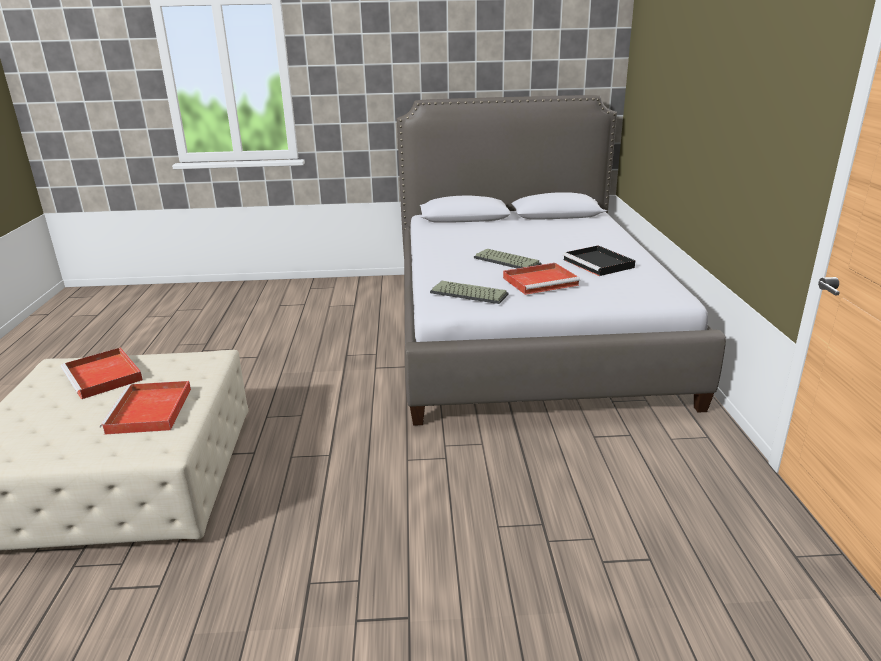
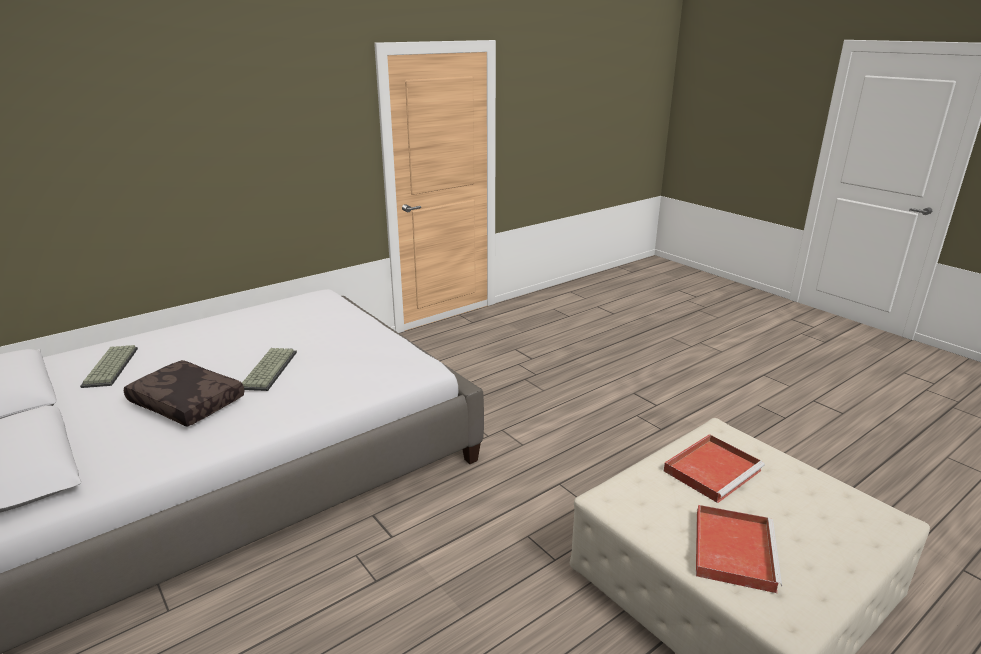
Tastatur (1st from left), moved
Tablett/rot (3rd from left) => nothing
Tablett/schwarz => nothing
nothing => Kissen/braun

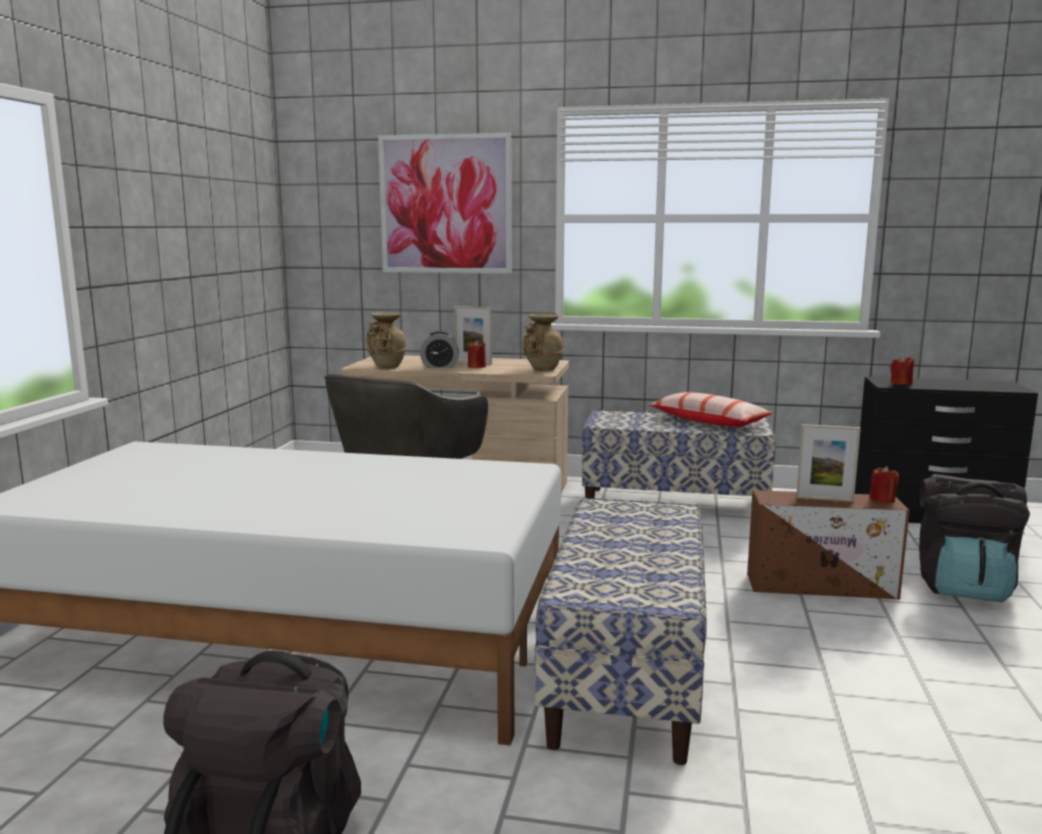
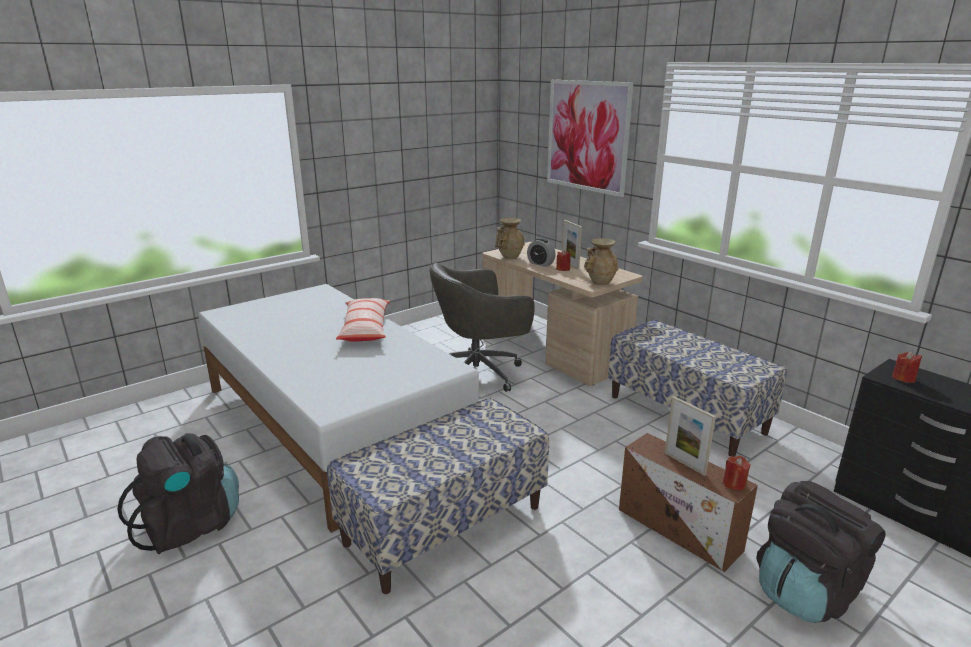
Kissen, moved

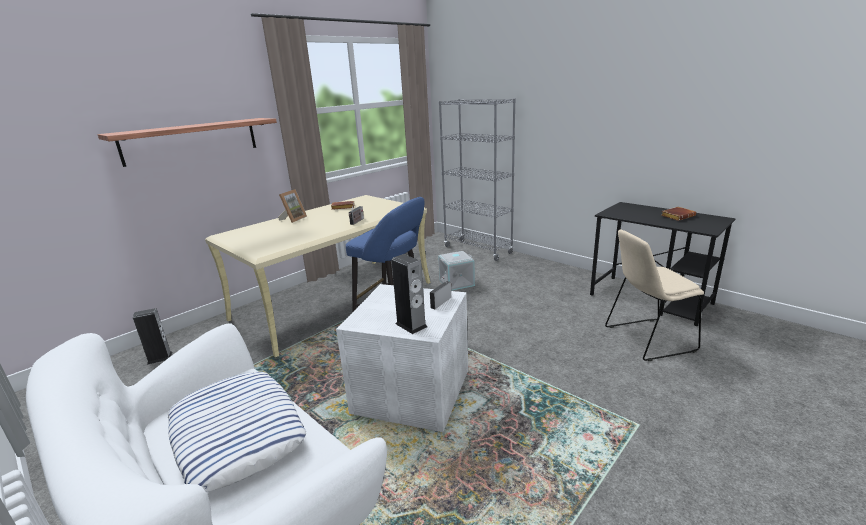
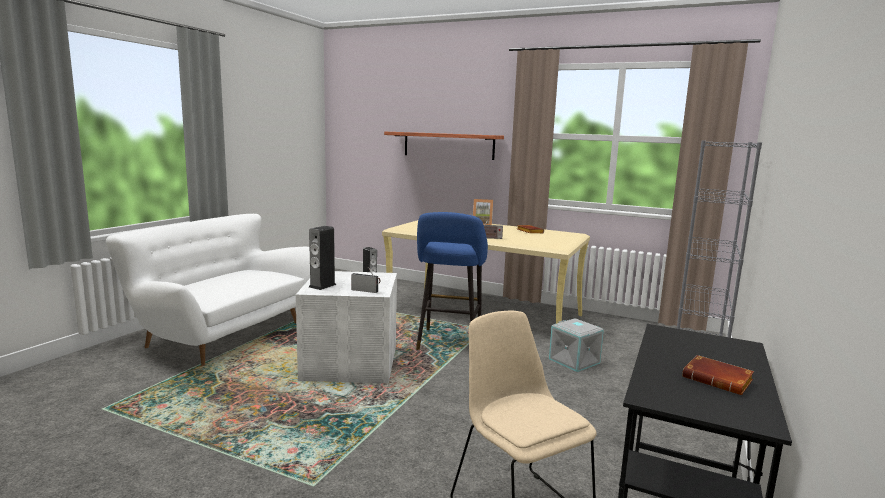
Kissen => nothing

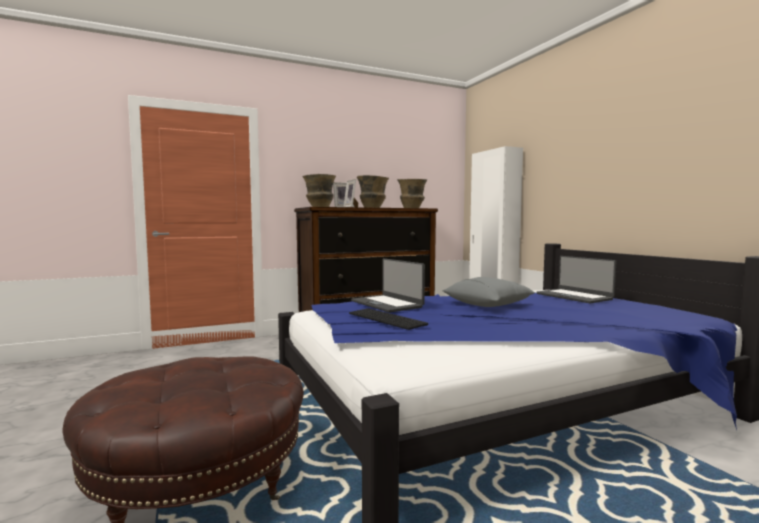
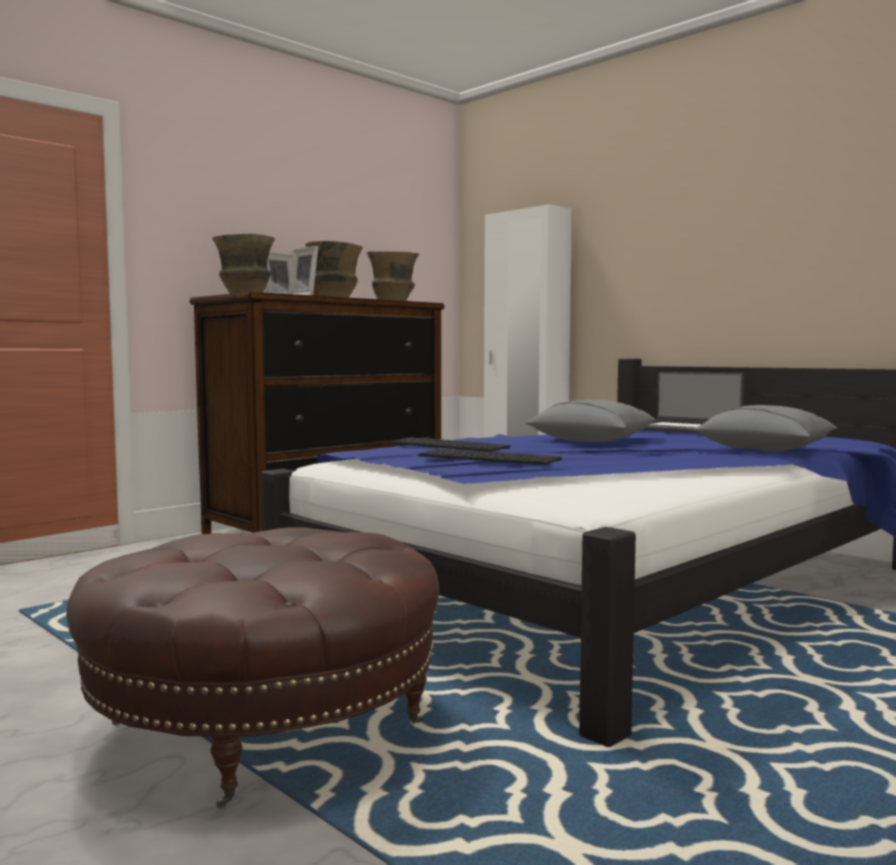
Laptop (1st from left) => Tastatur (1st from left)
nothing => Kissen/grau (2nd from left)

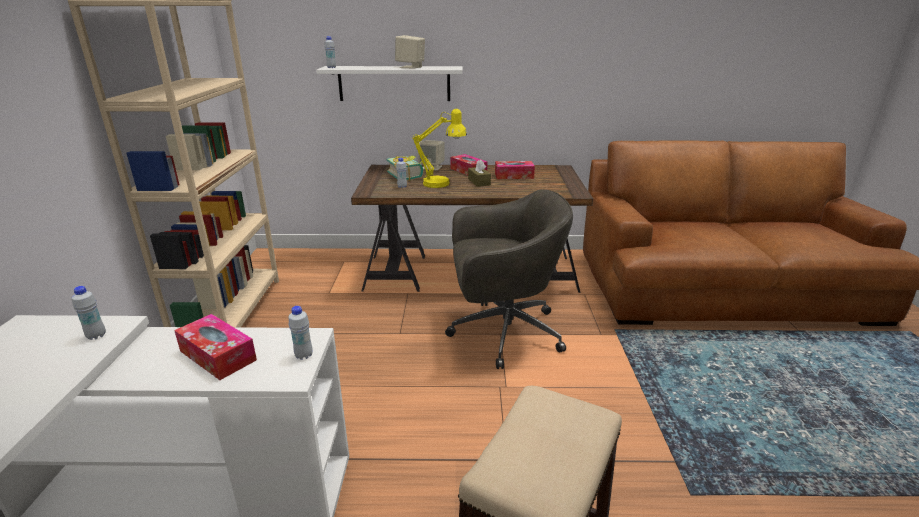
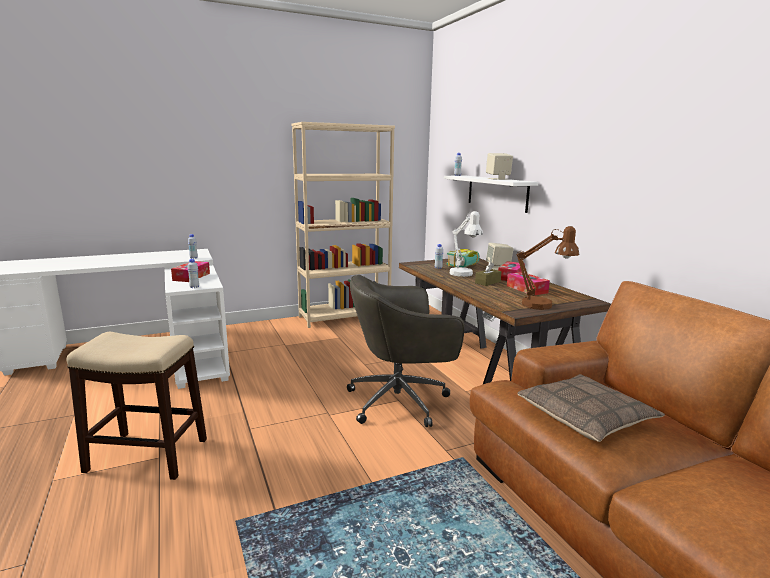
Tischlampe/gelb => Tischlampe/weiß
Bürostuhl/grau, 105 degrees clockwise
nothing => Tischlampe/braun
nothing => Kissen

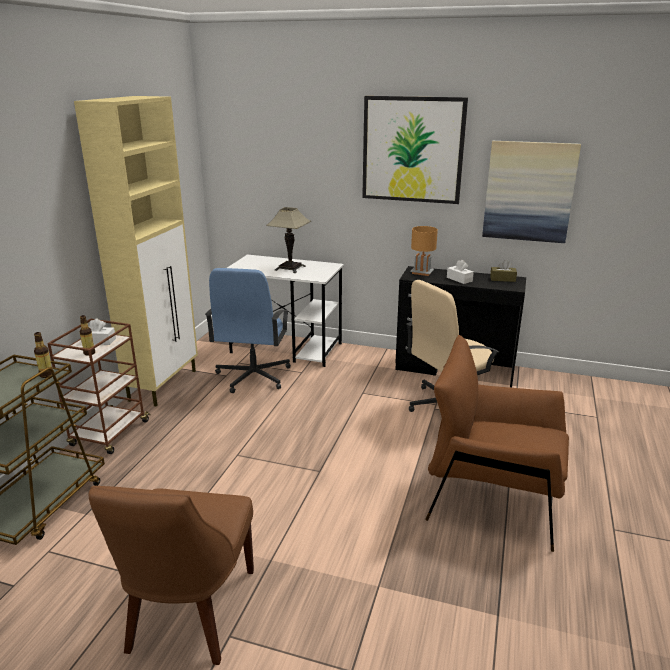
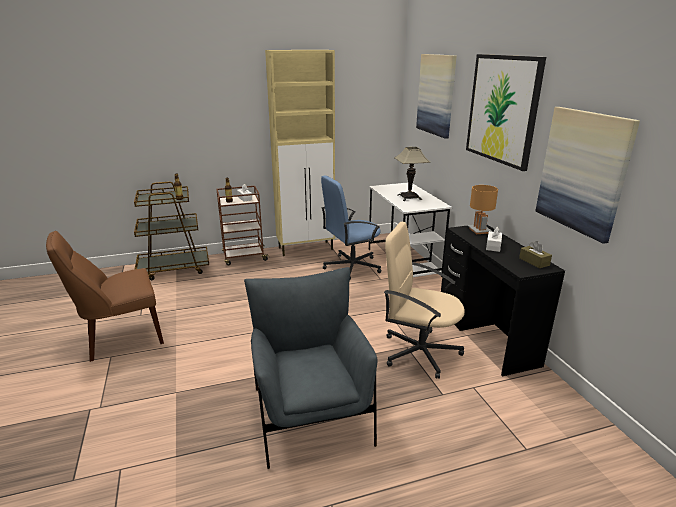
Sessel/braun => Sessel/grau
nothing => Bild (1st from left)

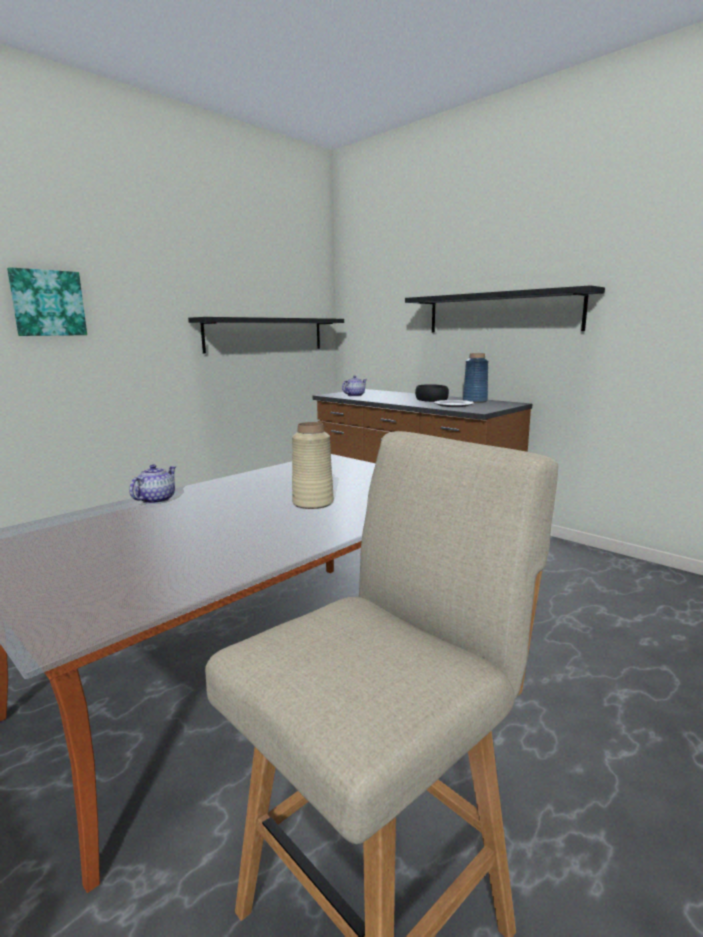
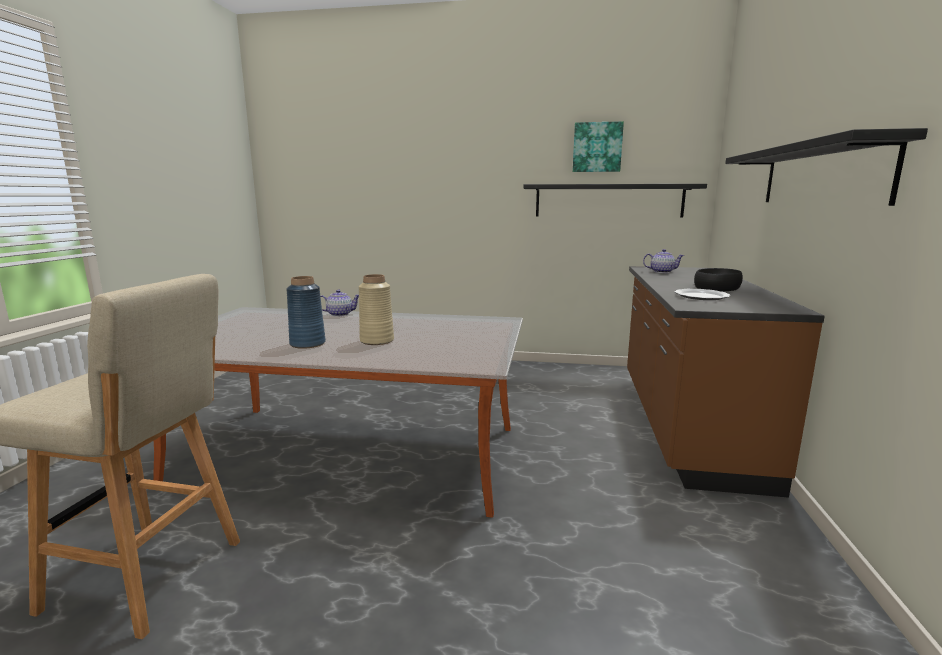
Bild, moved
Vase/blau, moved

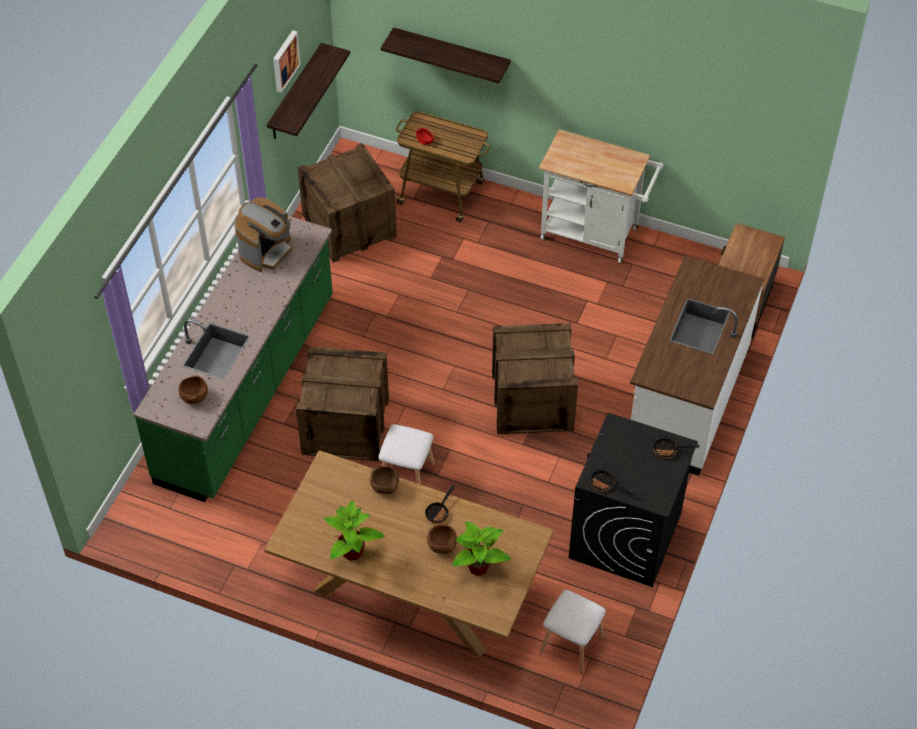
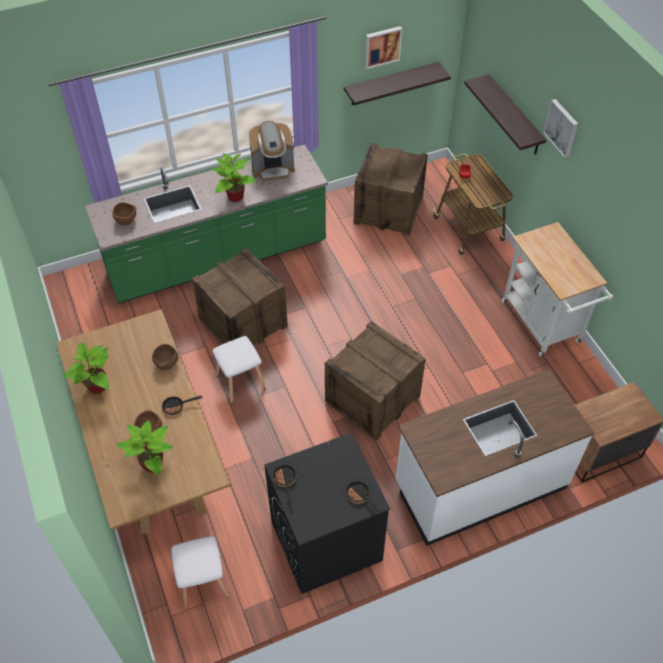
nothing => Topfpflanze (3rd from left)
nothing => Bild (2nd from left)

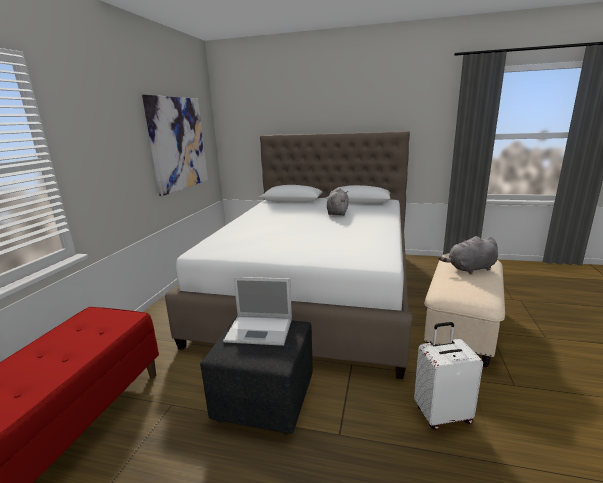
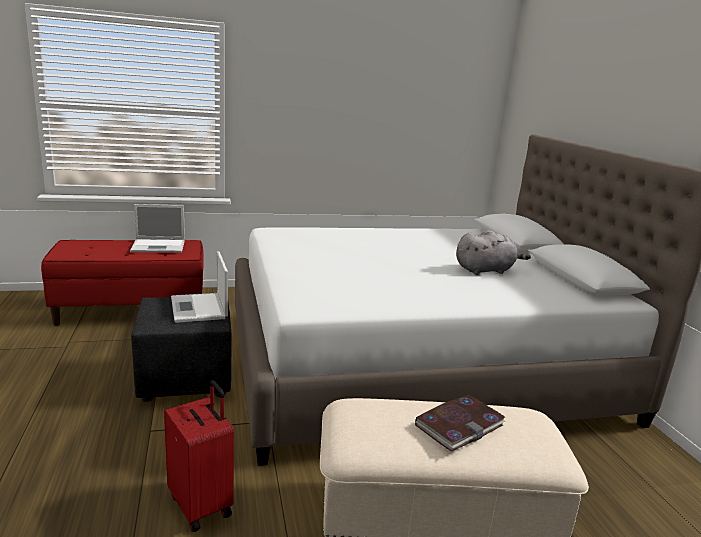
Bild => nothing
Koffer/weiß => Koffer/rot
Plüschtier/grau (2nd from left) => Buch
nothing => Laptop (1st from left)

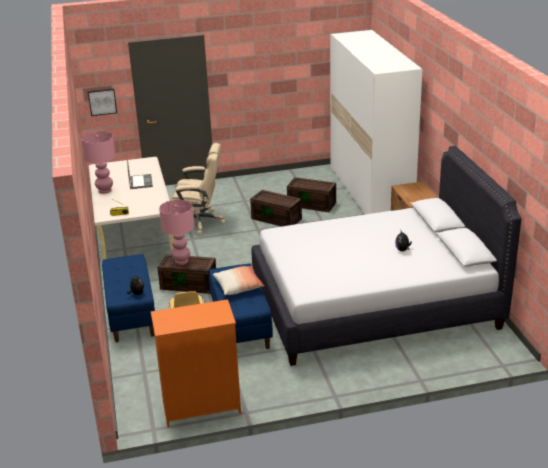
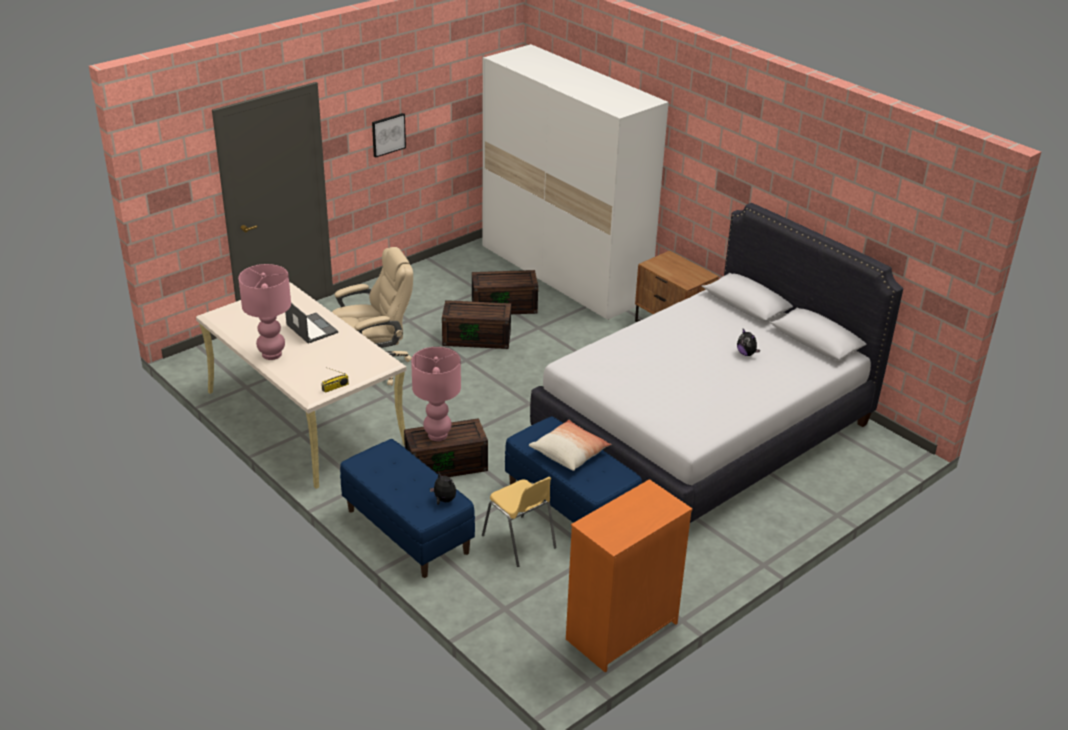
Bild, moved

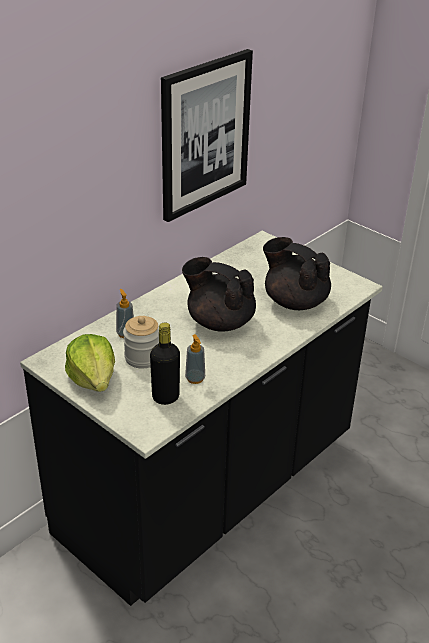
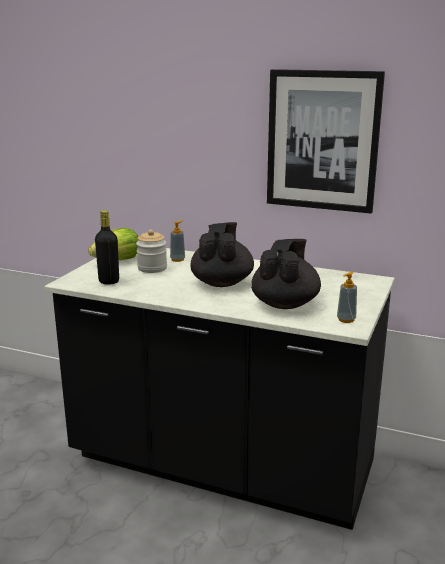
Seifenspender (2nd from left), moved

